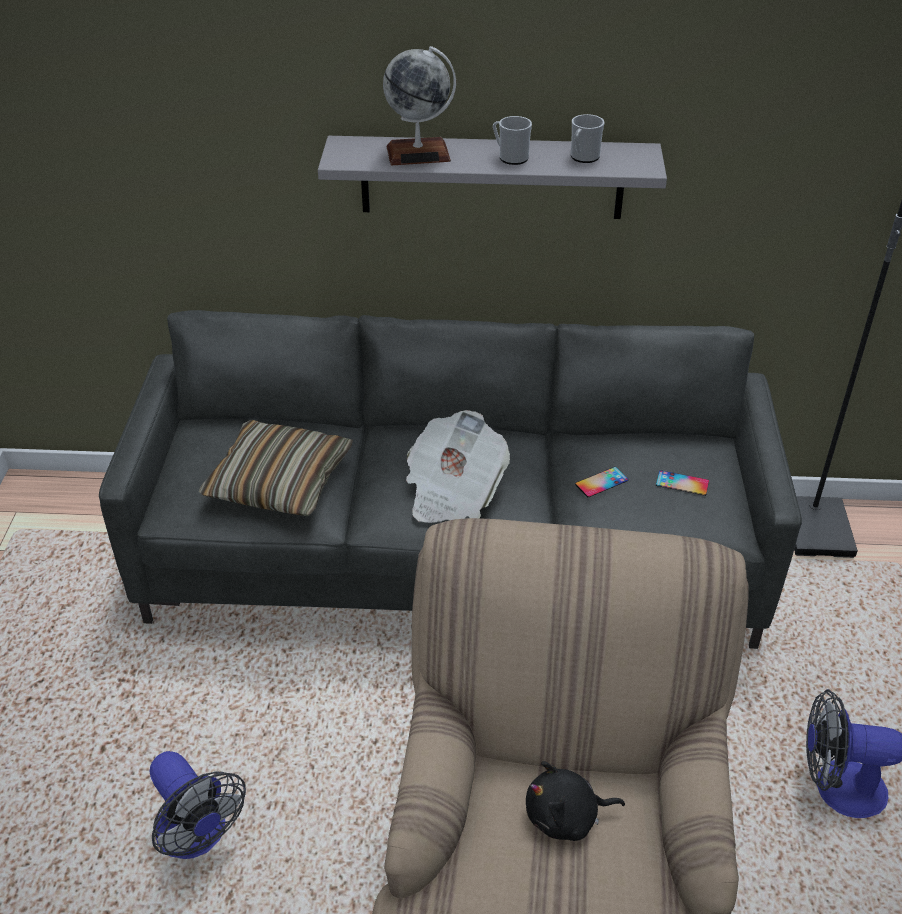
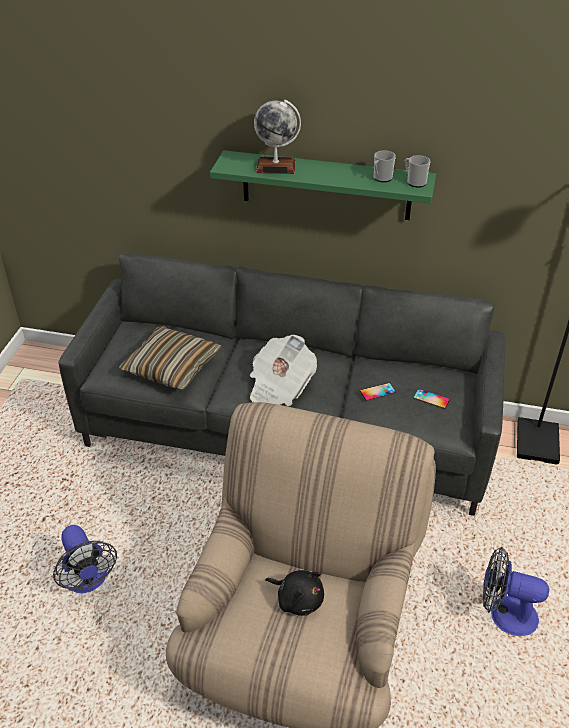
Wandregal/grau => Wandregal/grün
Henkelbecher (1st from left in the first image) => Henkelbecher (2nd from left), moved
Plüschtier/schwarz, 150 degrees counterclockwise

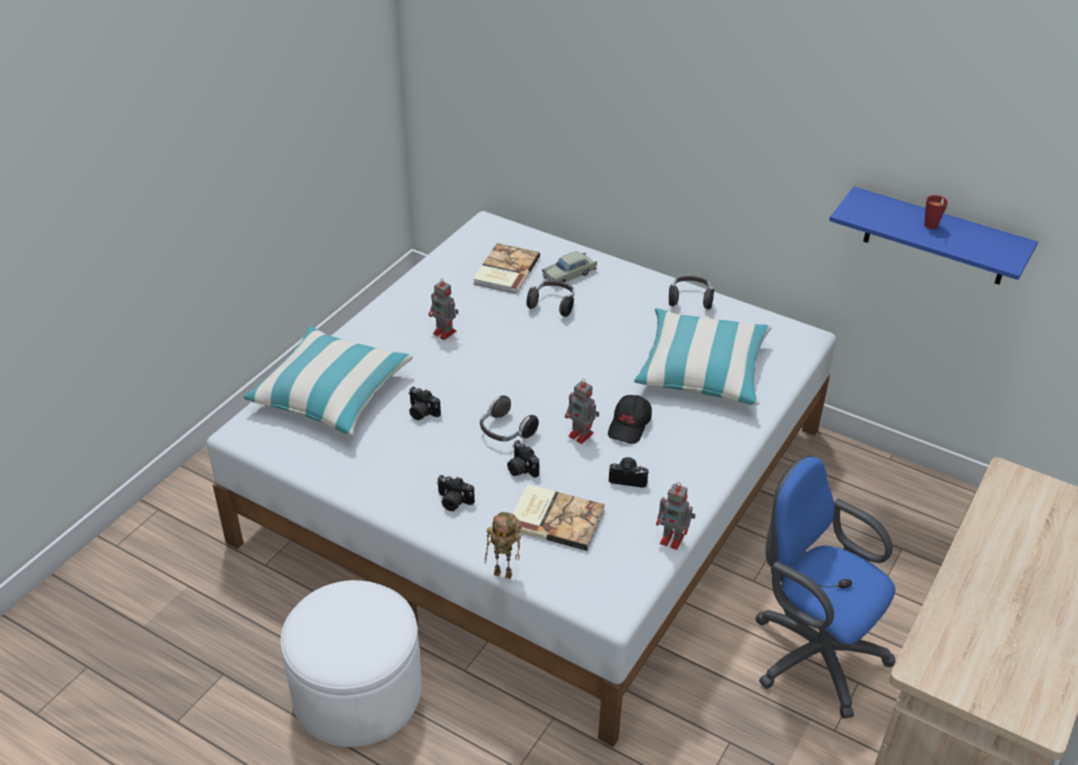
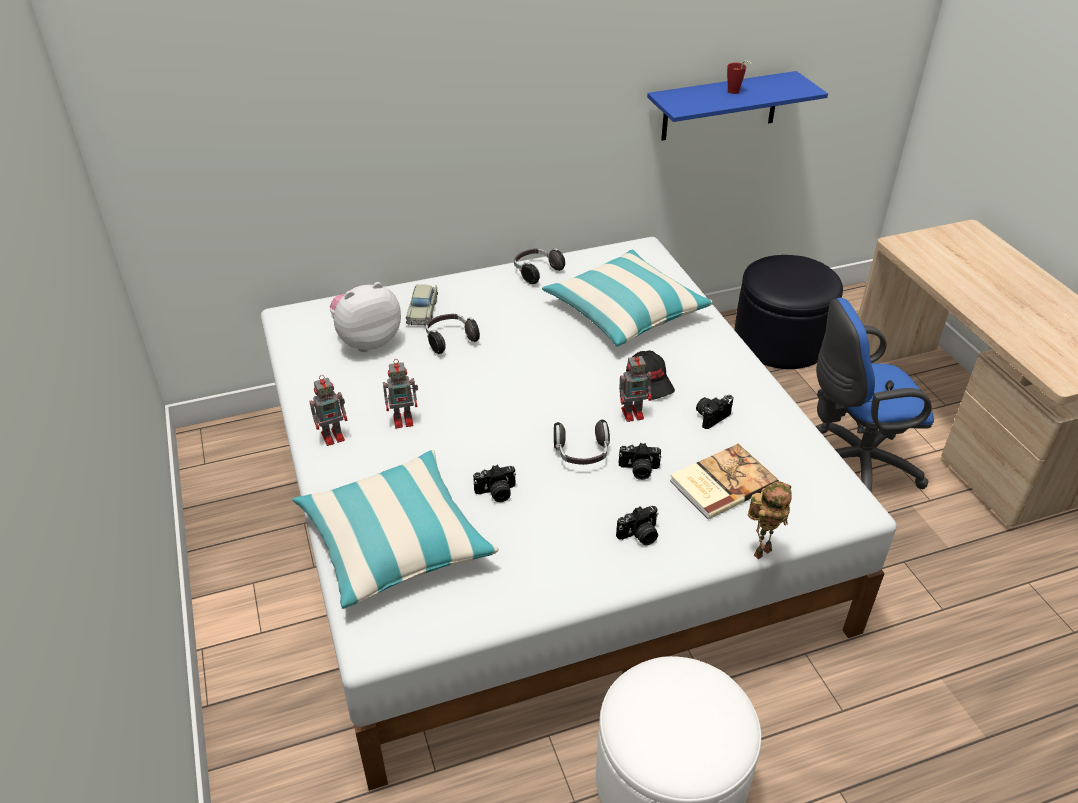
Buch (1st from left) => Plüschtier
Spielzeugroboter (4th from left in the first image) => Spielzeugroboter (1st from left), moved
nothing => Polsterhocker/schwarz

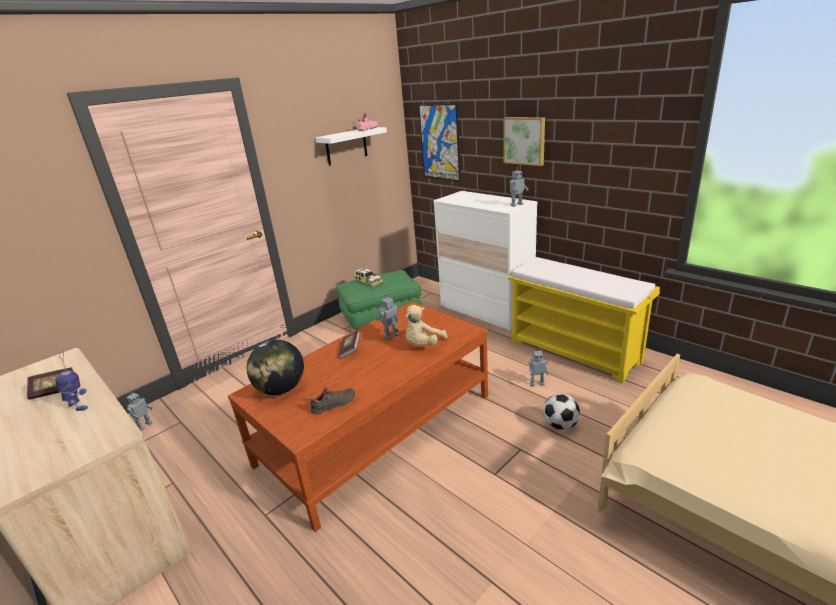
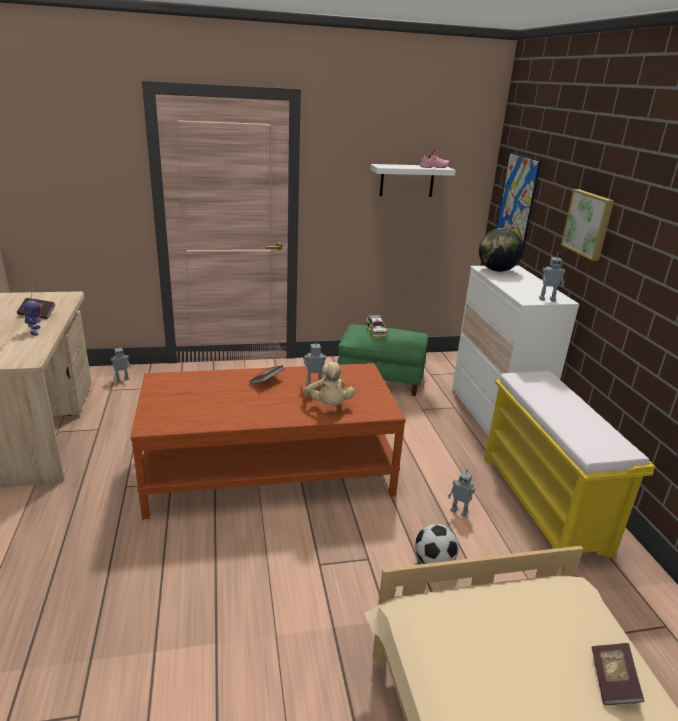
Globus, moved
Schuh/schwarz => nothing
Plüschtier/beige, 90 degrees counterclockwise
nothing => Buch (3rd from left)

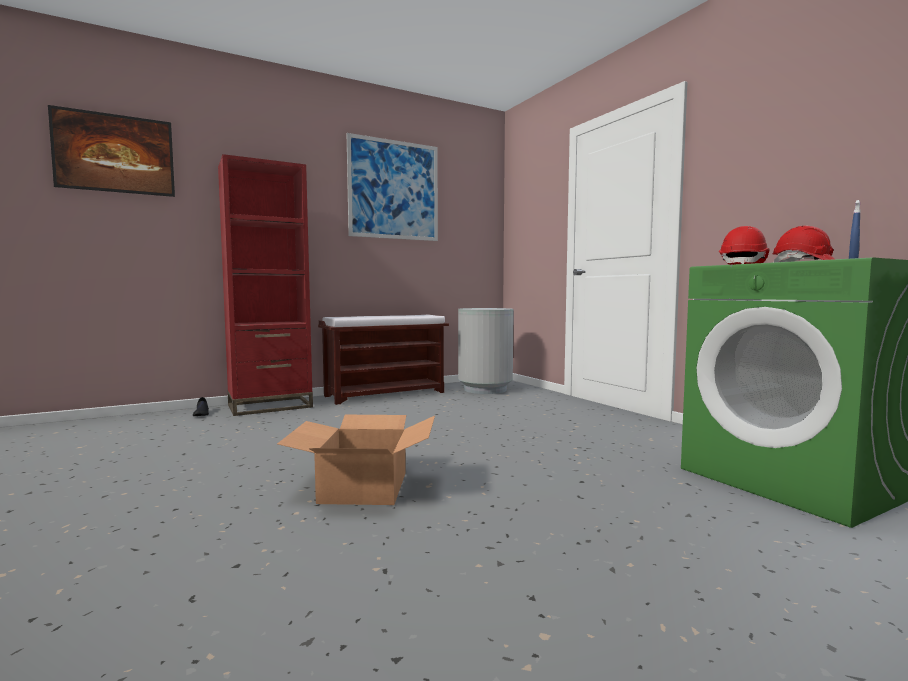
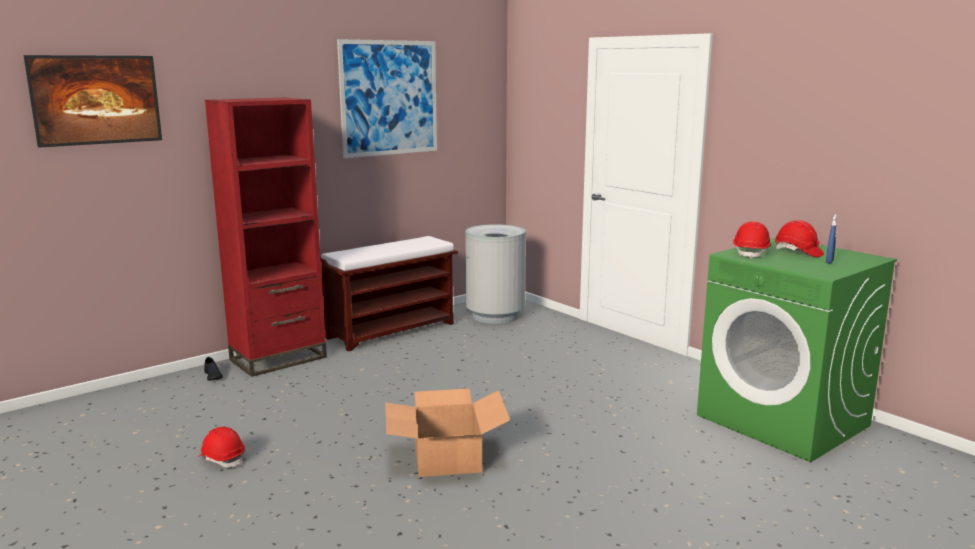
nothing => Schutzhelm/rot (1st from left)

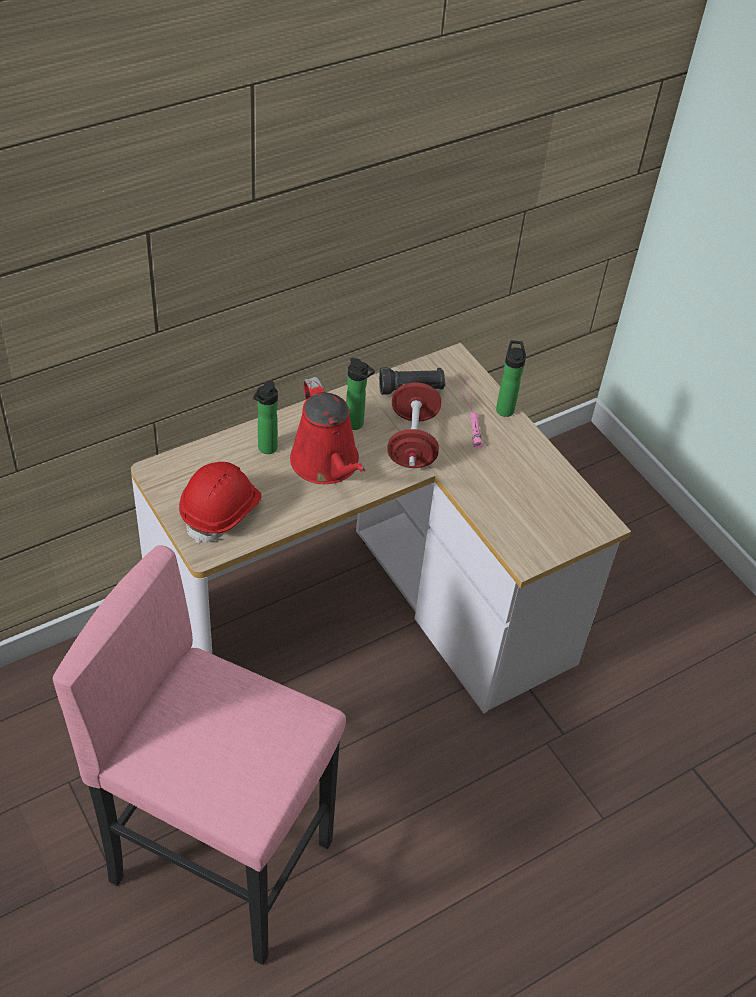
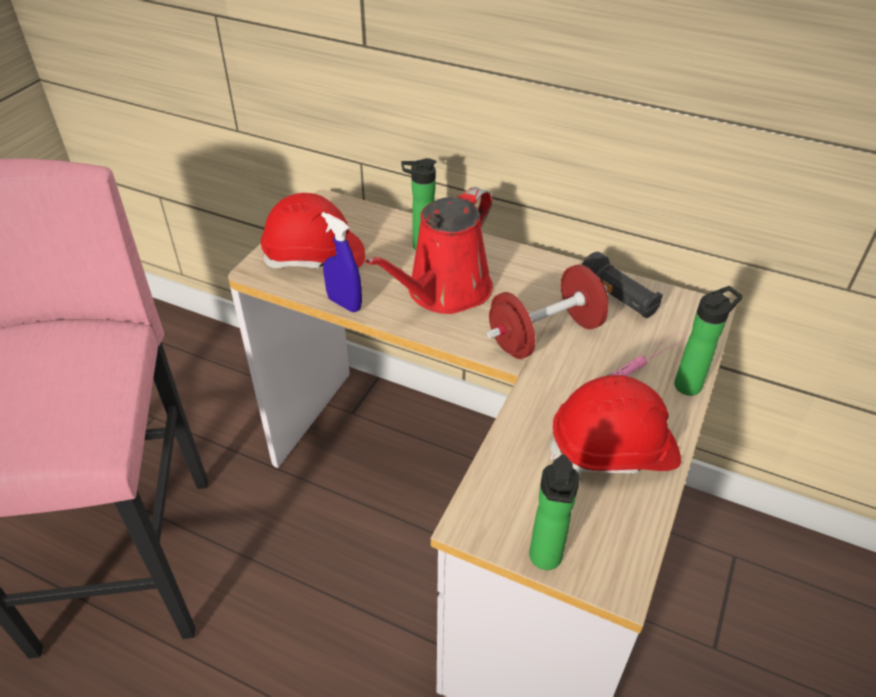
Flasche (2nd from left), moved
nothing => Sprühflasche/blau
nothing => Schutzhelm/rot (2nd from left)

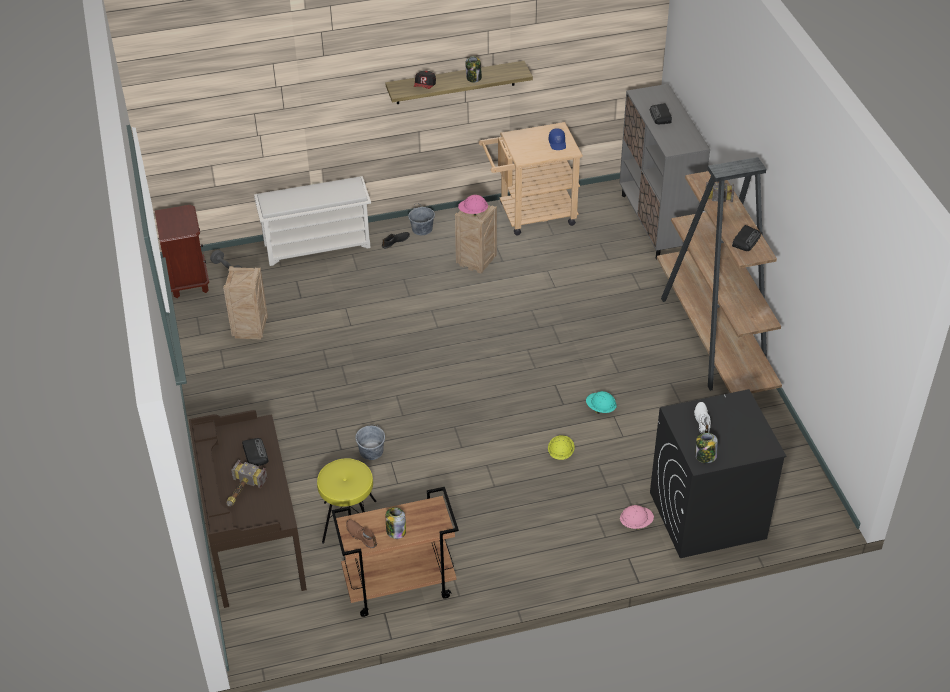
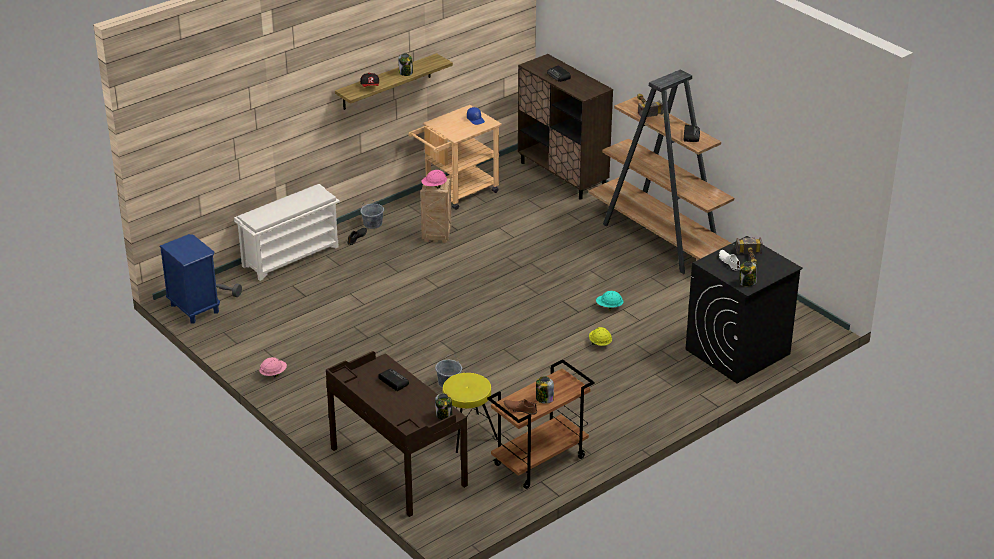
Nachttisch/braun => Nachttisch/blau
Kiste (1st from left) => nothing
Hammer (1st from left in the first image) => Hammer (2nd from left), moved
Schrank/grau => Schrank/braun
Schutzhelm/rosa (2nd from left in the first image) => Schutzhelm/rosa (1st from left), moved
nothing => Vorratsglas (2nd from left)

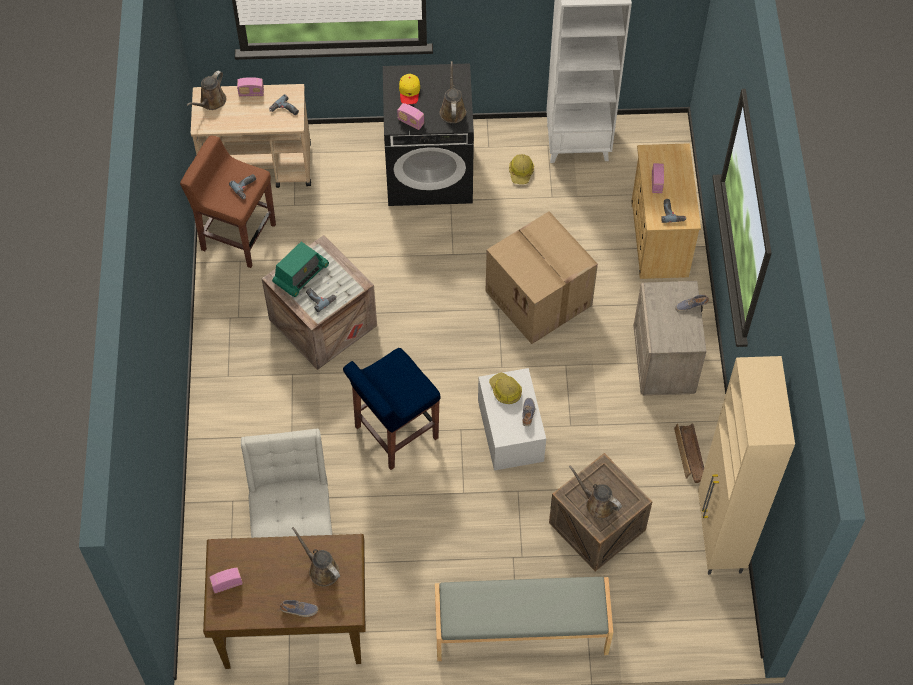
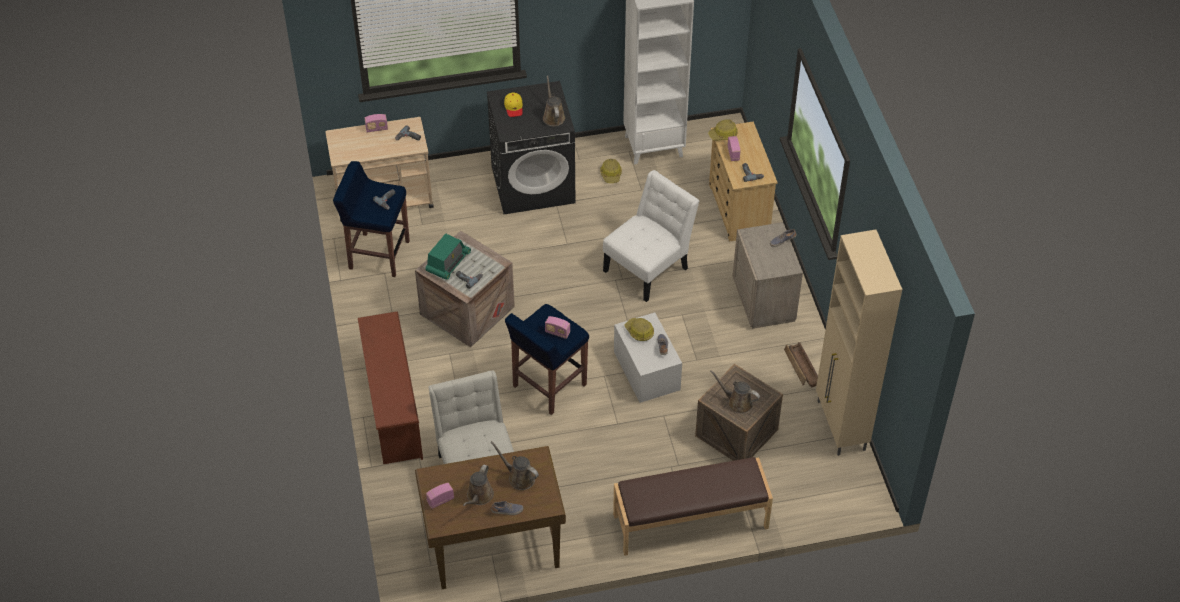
Hocker/braun => Hocker/blau (1st from left)
Gießkanne/braun (1st from left), moved
Radio (4th from left), moved
Bank/grau => Bank/braun
Karton => Stuhl/weiß (2nd from left)
nothing => Schuhregal/braun
nothing => Schutzhelm (3rd from left)

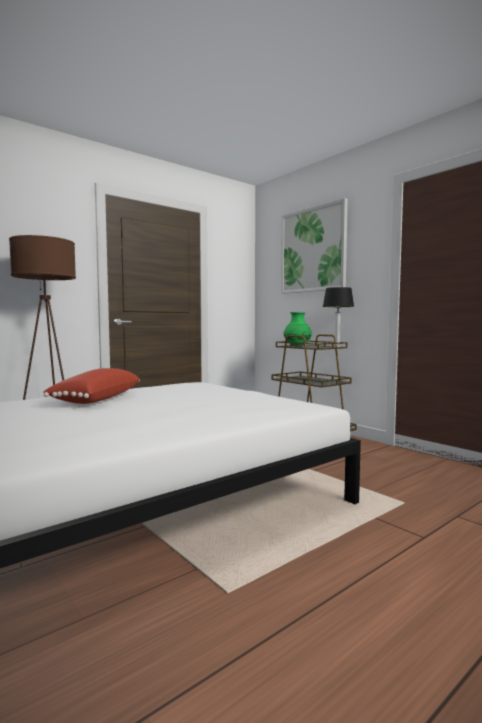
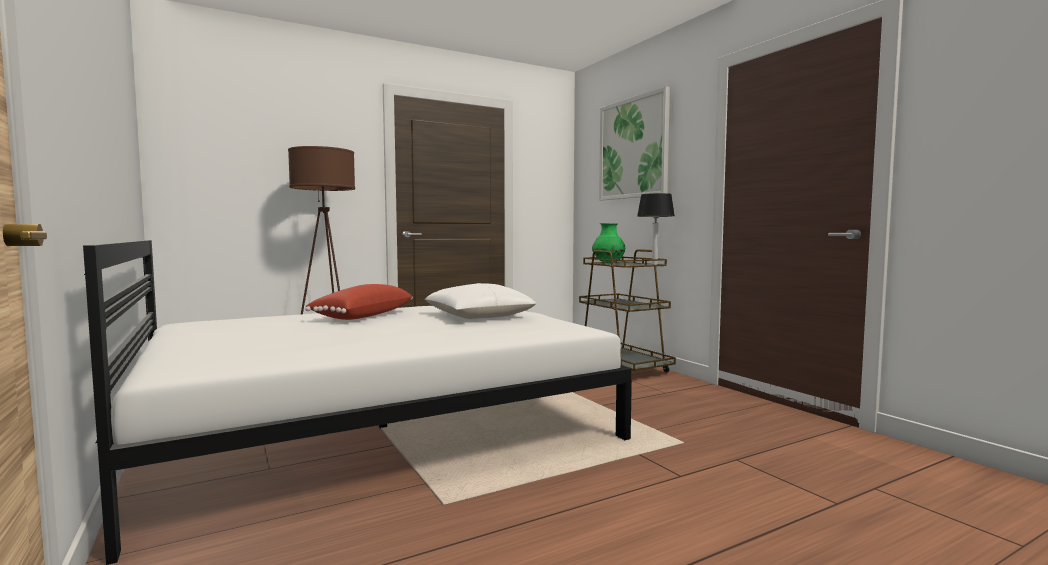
nothing => Kissen/weiß

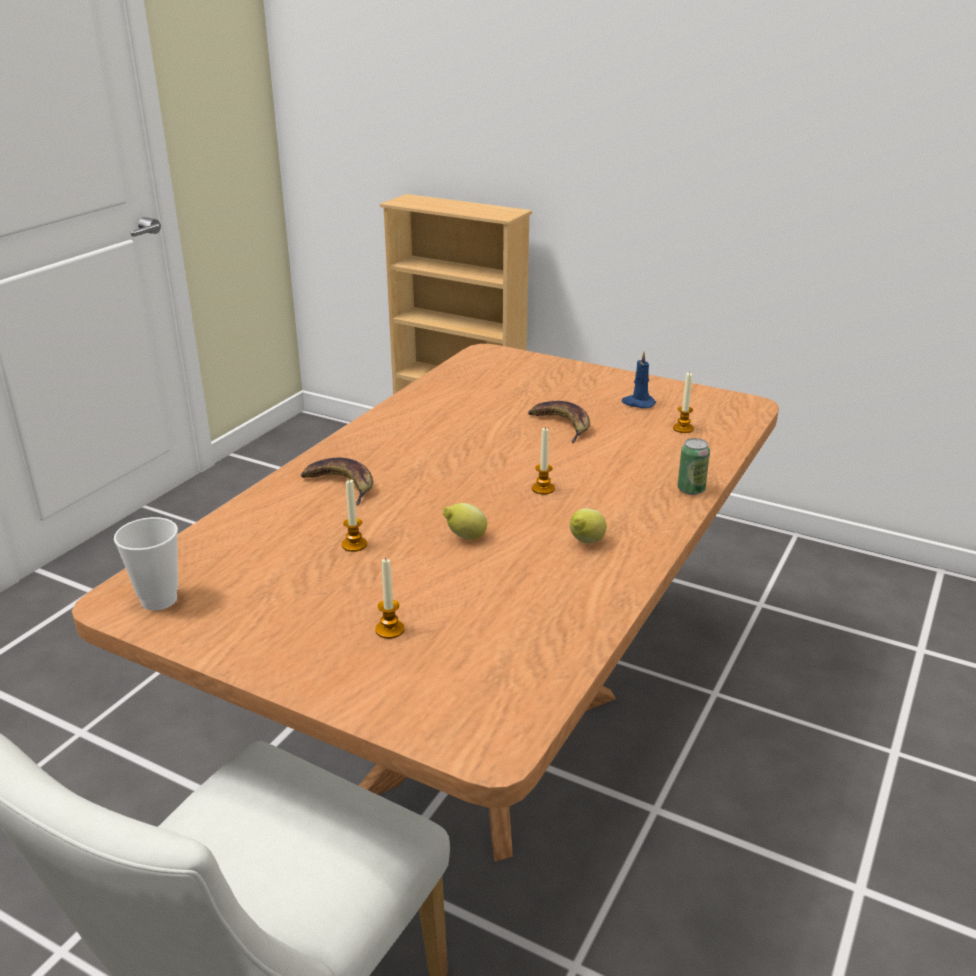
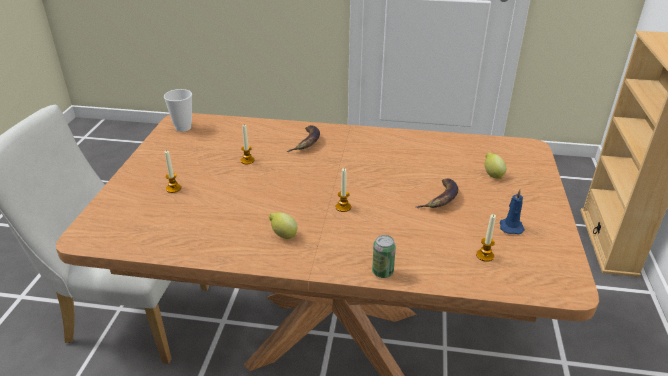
Zitrone (1st from left in the first image) => Zitrone (2nd from left), moved

